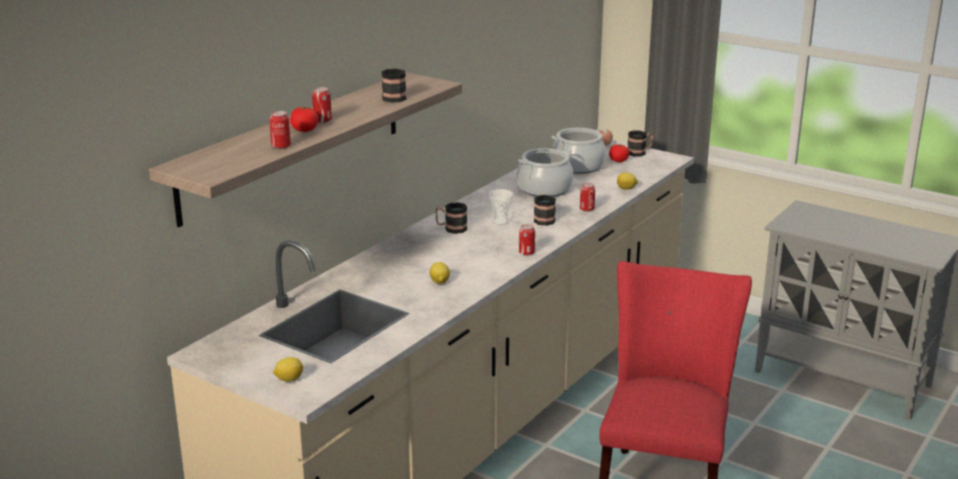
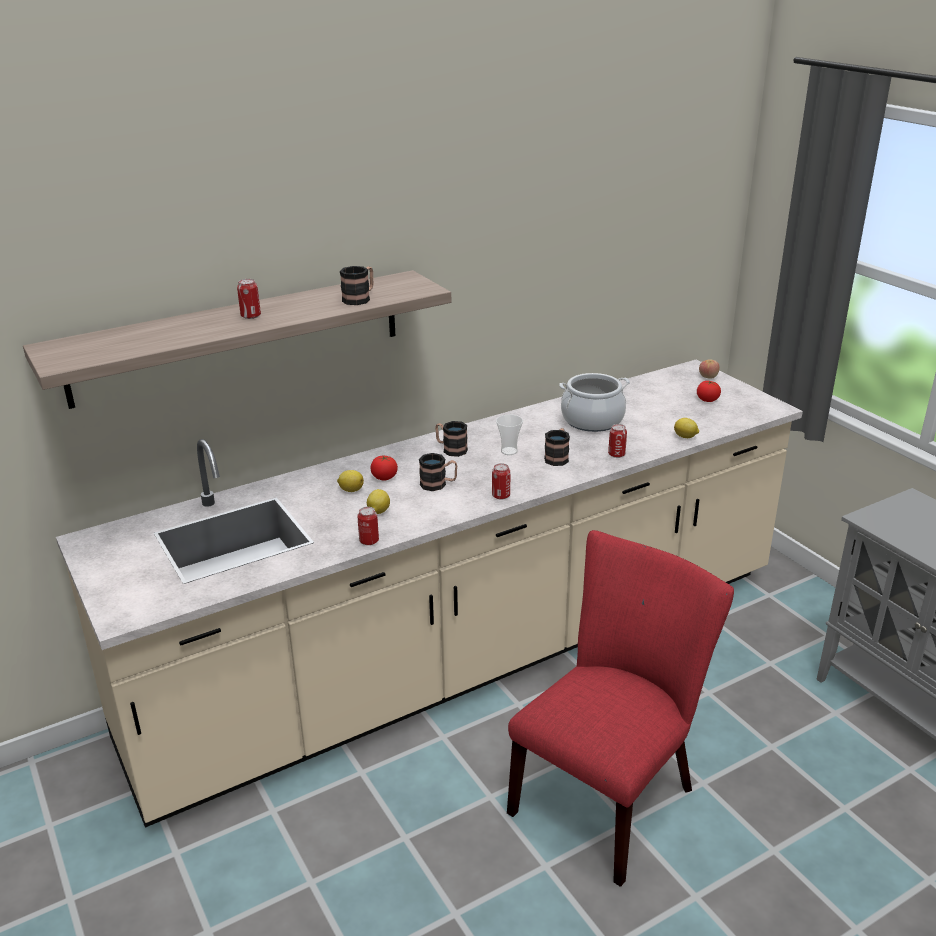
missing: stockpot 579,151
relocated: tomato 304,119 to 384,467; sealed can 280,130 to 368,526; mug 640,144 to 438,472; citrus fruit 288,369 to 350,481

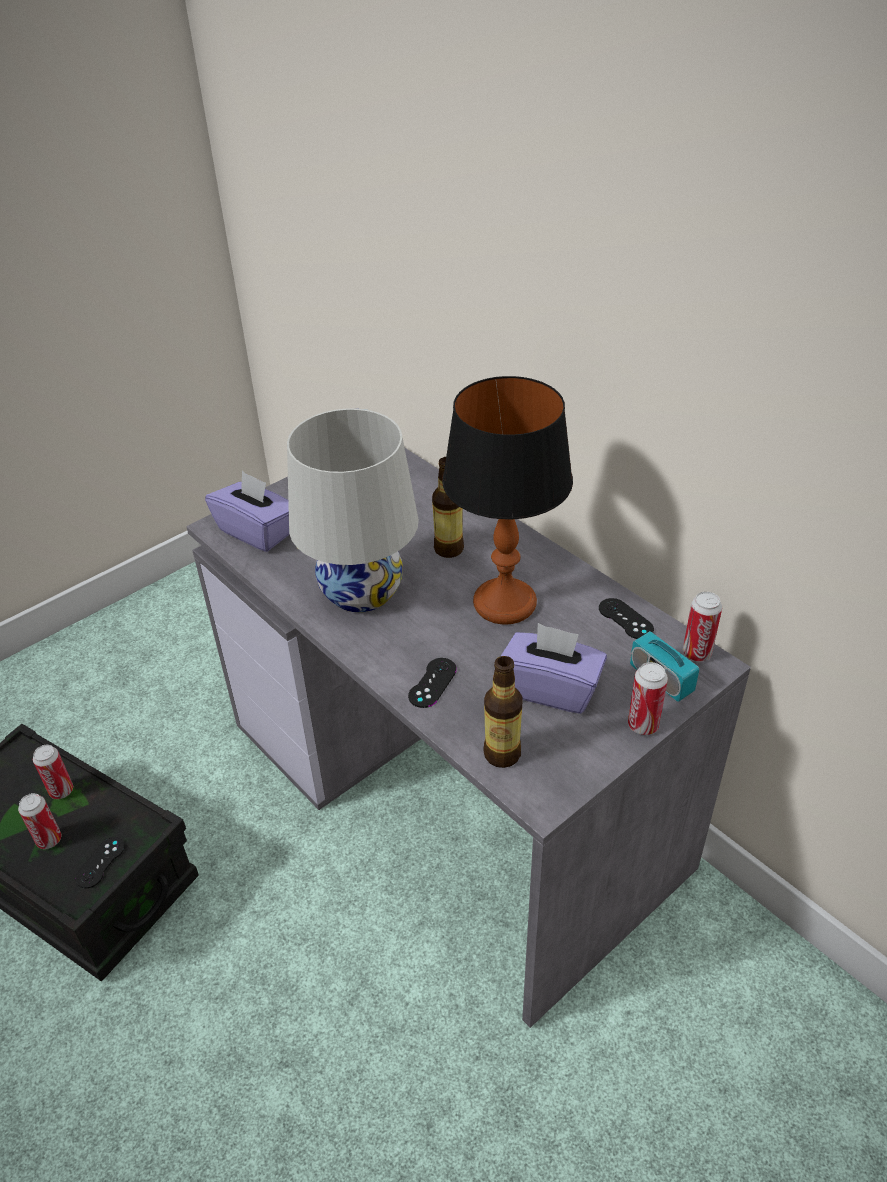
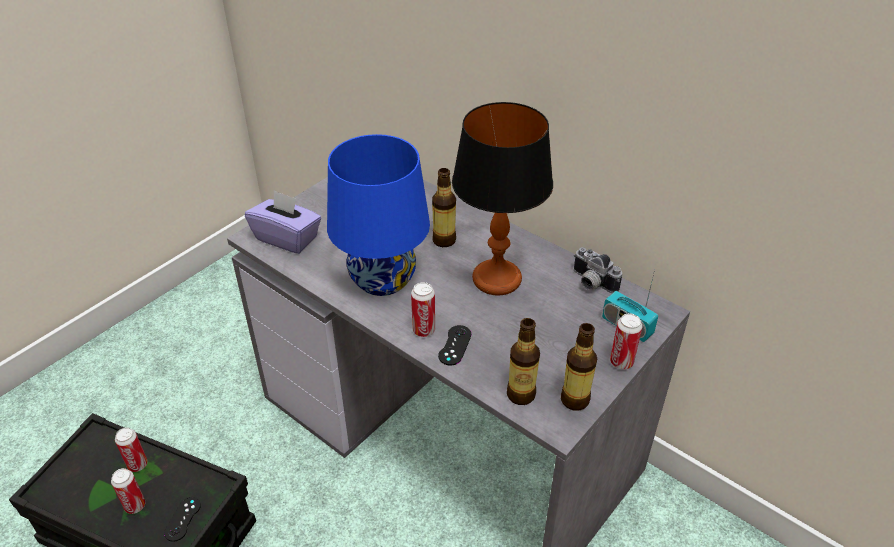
missing: purplish tissue holder 554,668
appeared: drink bottle 579,367
relocated: sealed can 702,626 to 423,309
exchanged: blackish gamepad 626,618 to photo camera 598,270
colour: white lamp for a table 353,510 to bluish lamp for a table 378,215

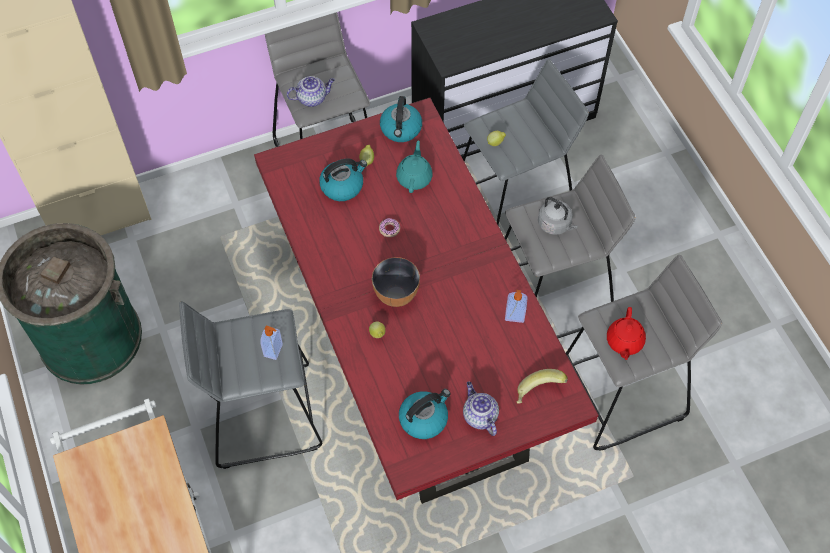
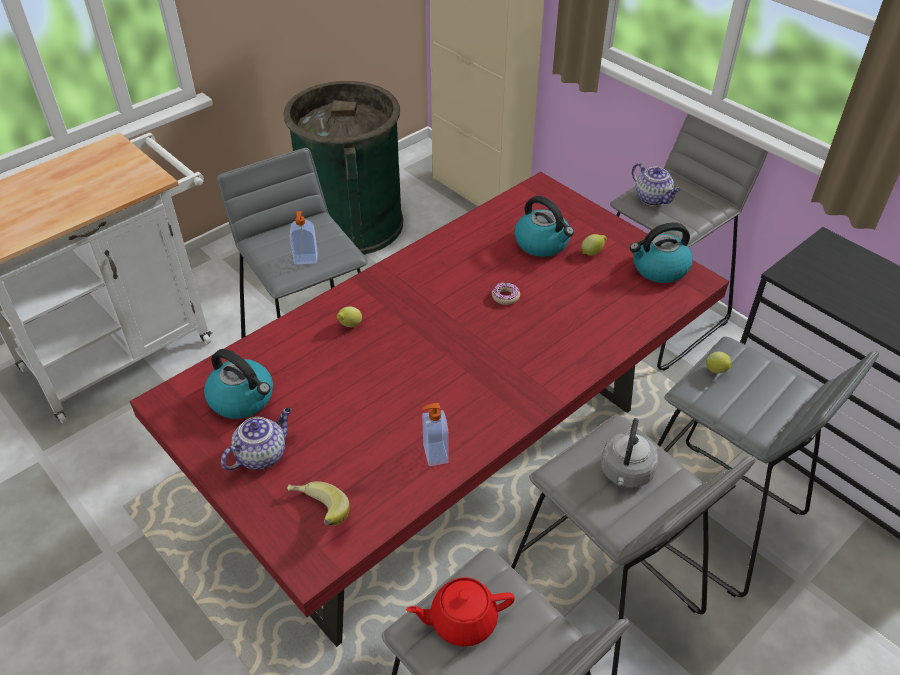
missing: turquoise-coloured tea pot 414,166; serving bowl 396,282

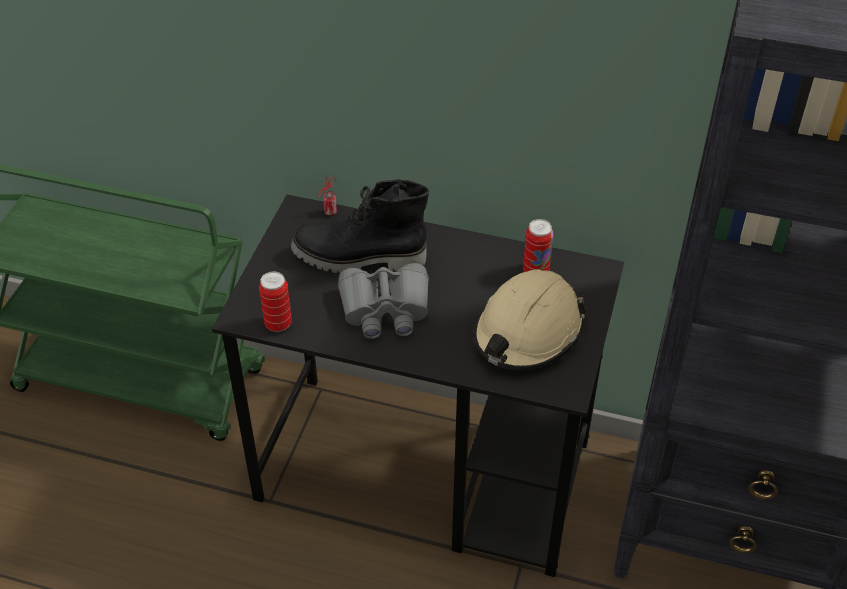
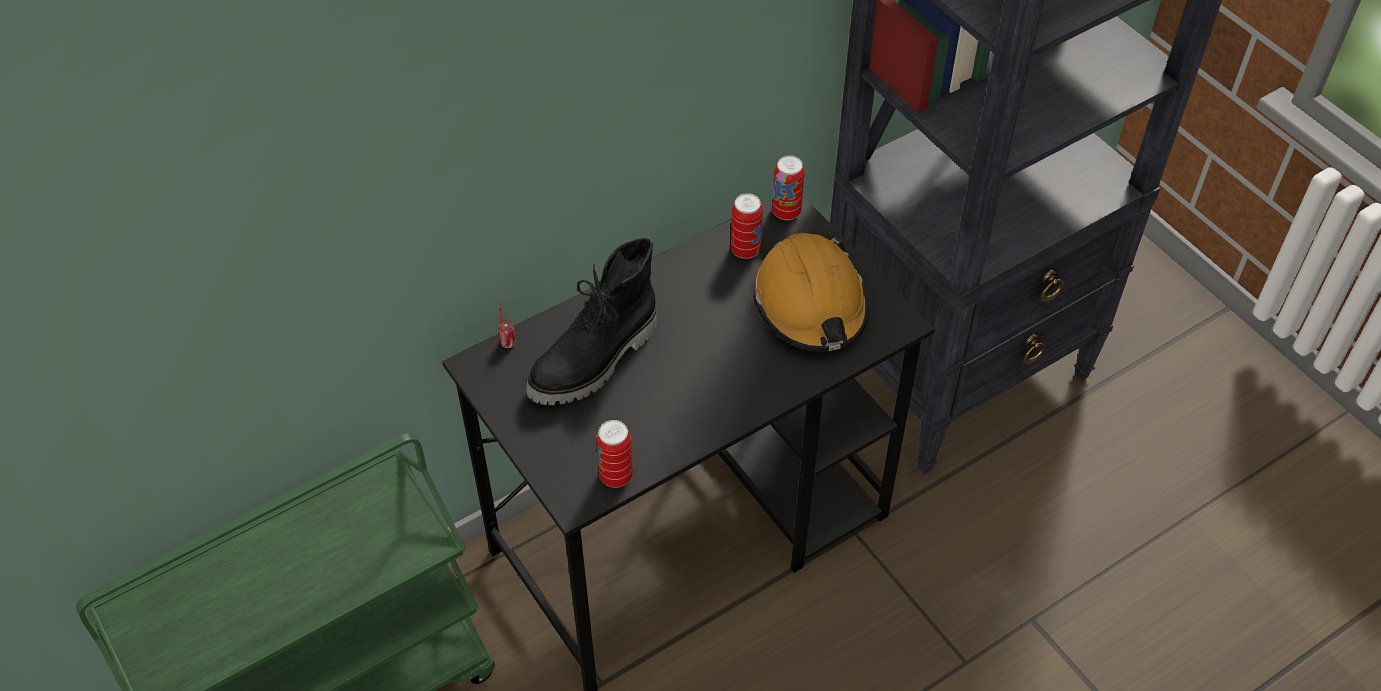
missing: greyish binoculars 383,301
appeared: sealed can 788,187
colour: beige-coloured hard hat 529,320 to orange hard hat 811,292

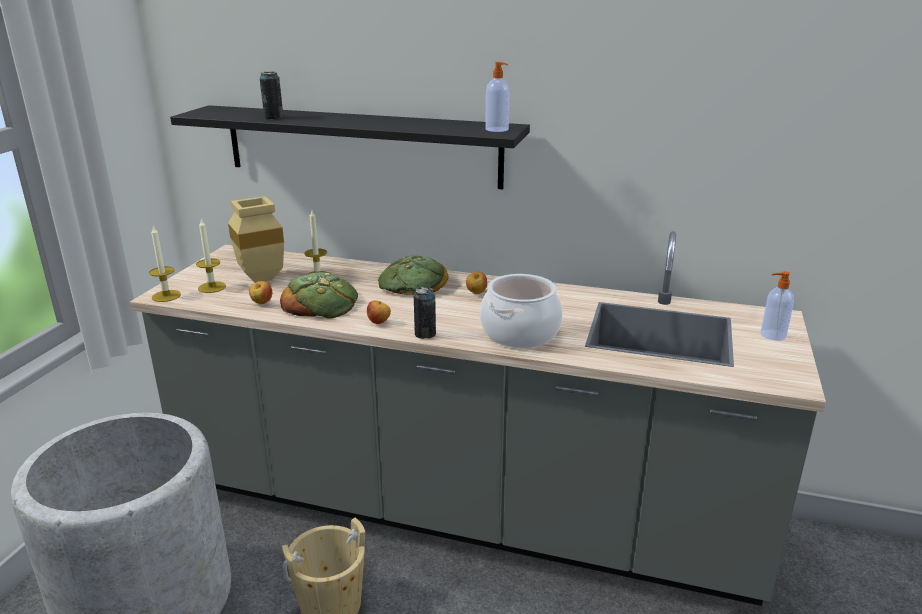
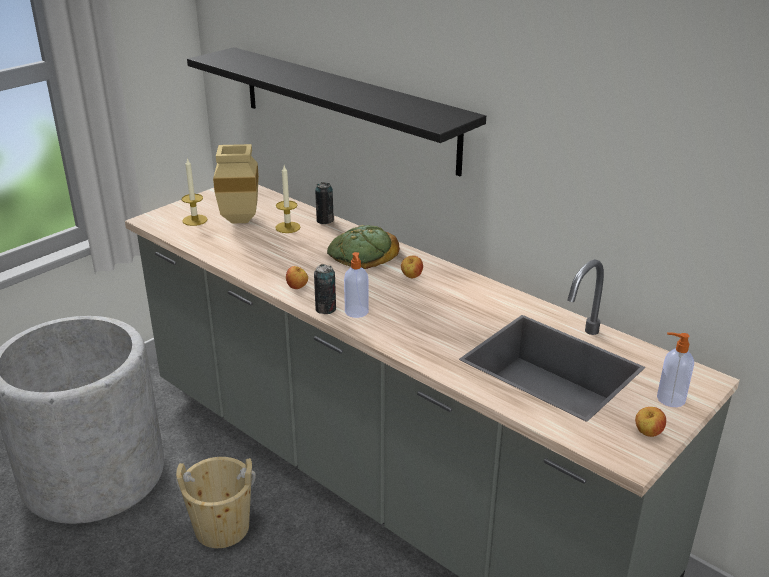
missing: candle 165,264; baked bread 319,295; stockpot 521,311
relocated: soap dispenser 497,97 to 356,285; sealed can 271,95 to 324,203; apple fruit 260,292 to 650,422

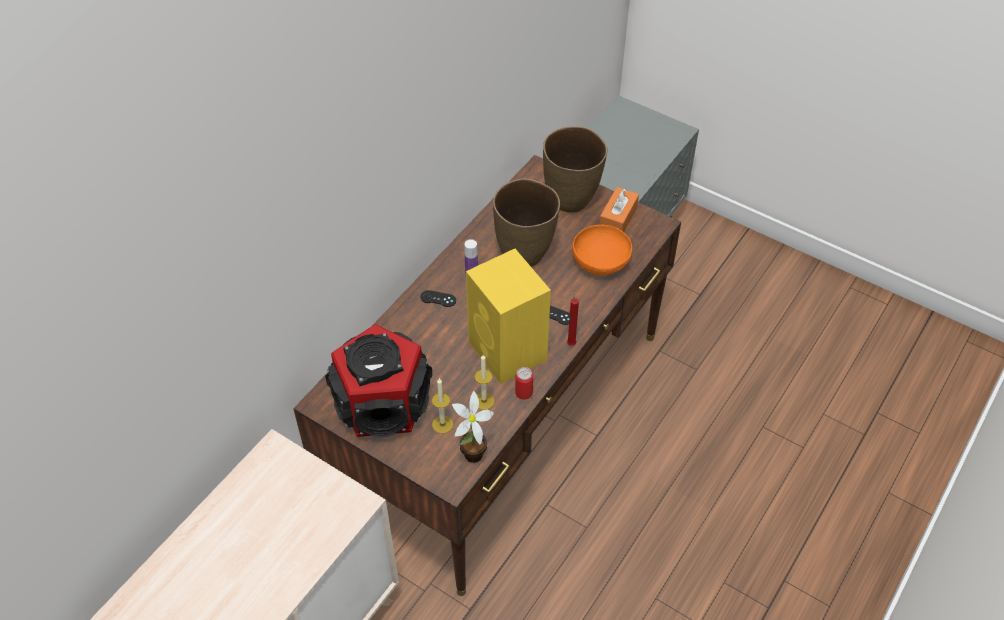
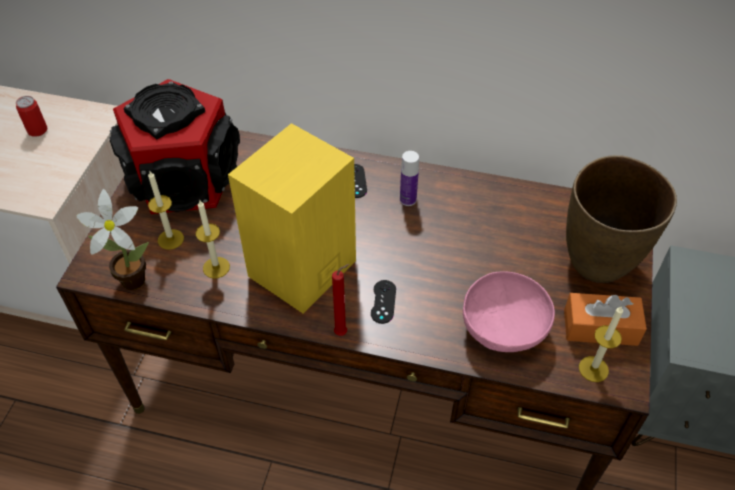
missing: brown flower vase 526,223
appeared: candle 601,344
relocated: sealed can 524,383 to 32,116
colour: orange serving bowl 602,250 to pink-coloured serving bowl 509,311

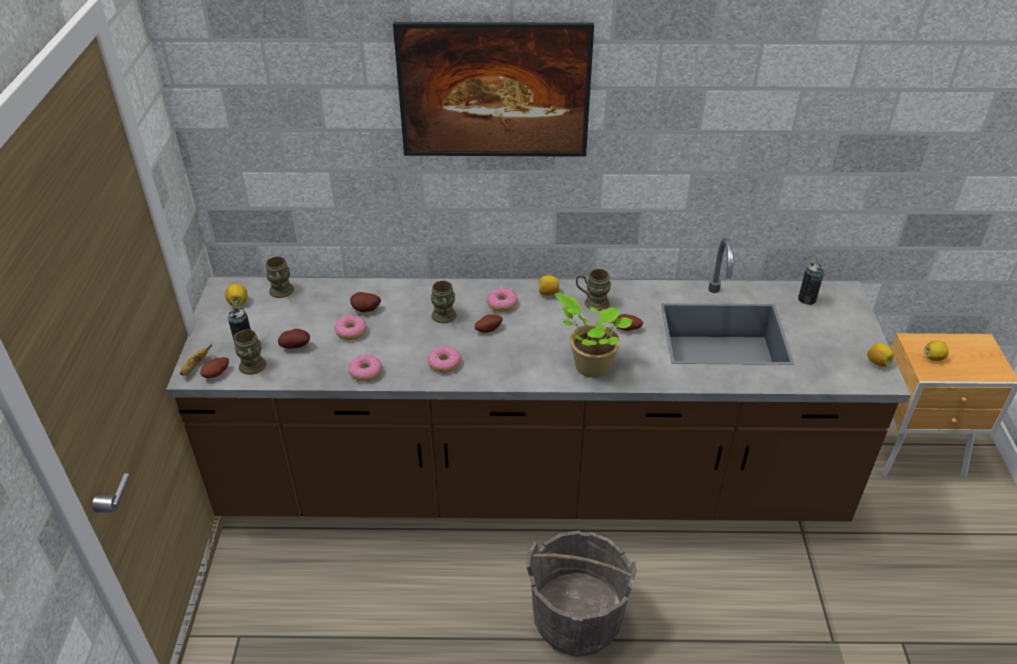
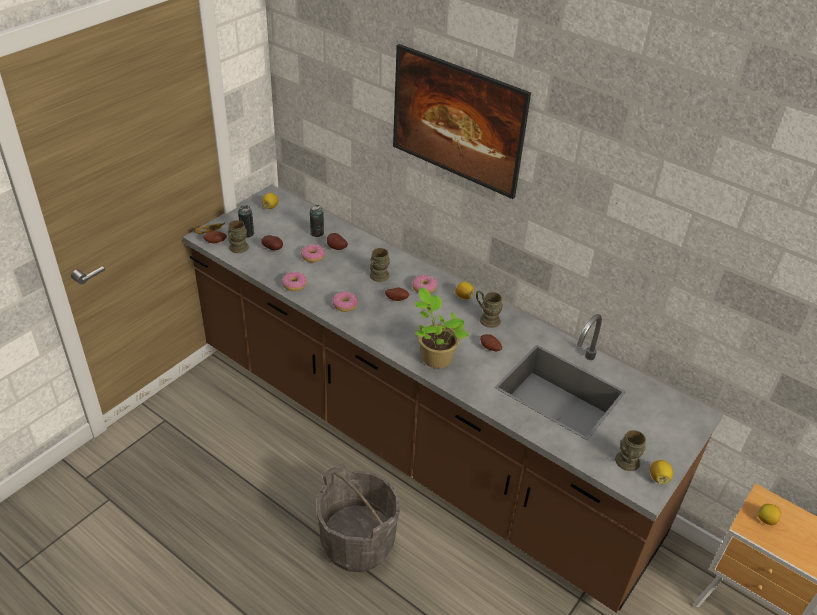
relocated: brown mug 279,277 to 630,450; sealed can 811,284 to 317,221

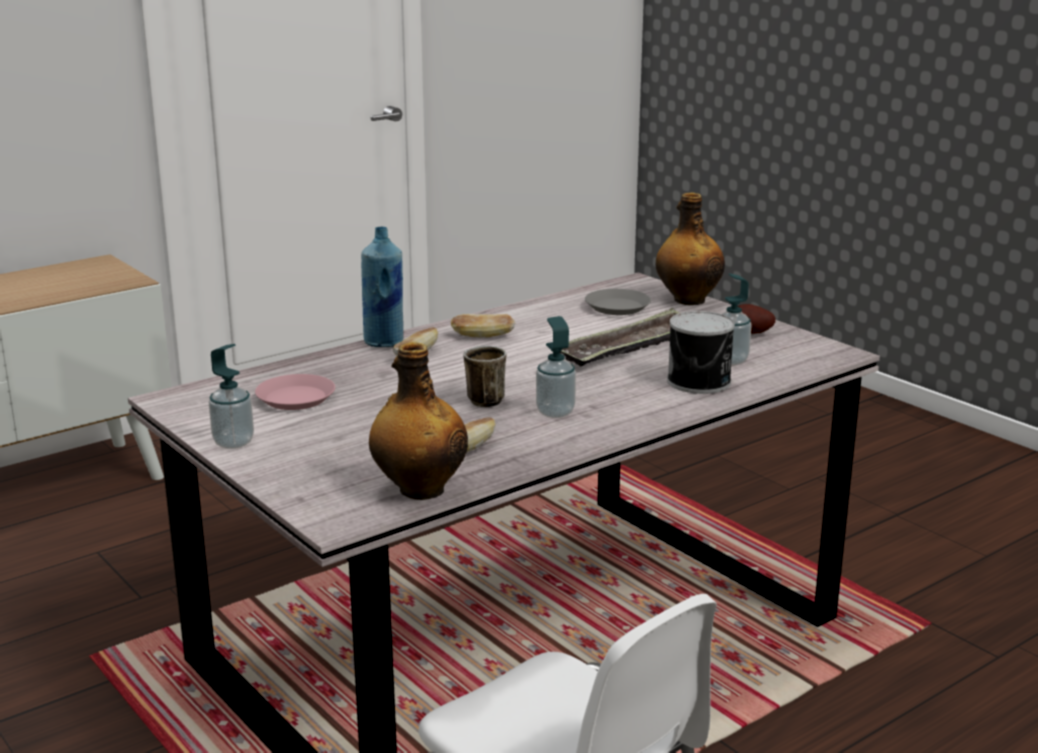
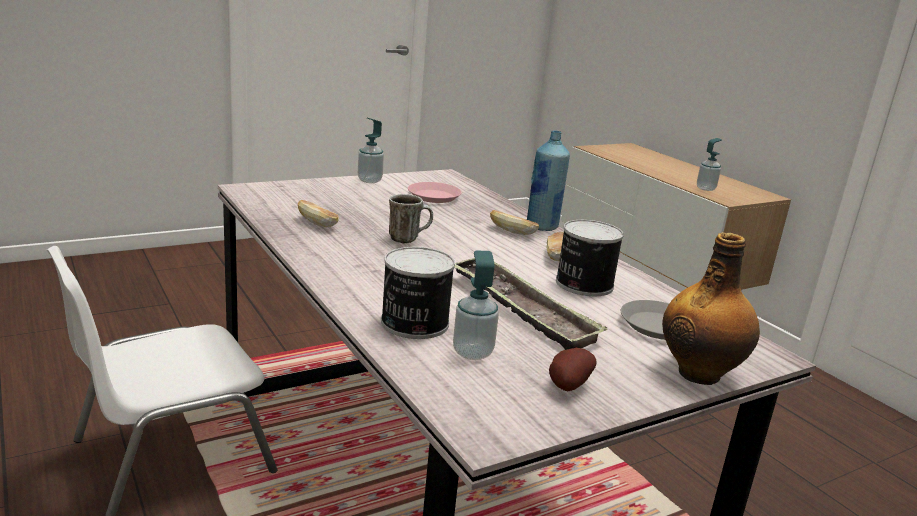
missing: drink bottle 418,421
appeared: sealed can 590,258
relocated: soap dispenser 556,367 to 709,164

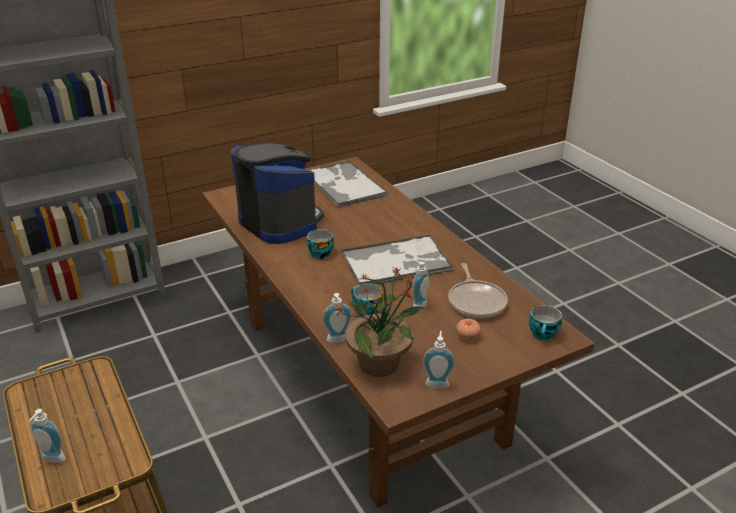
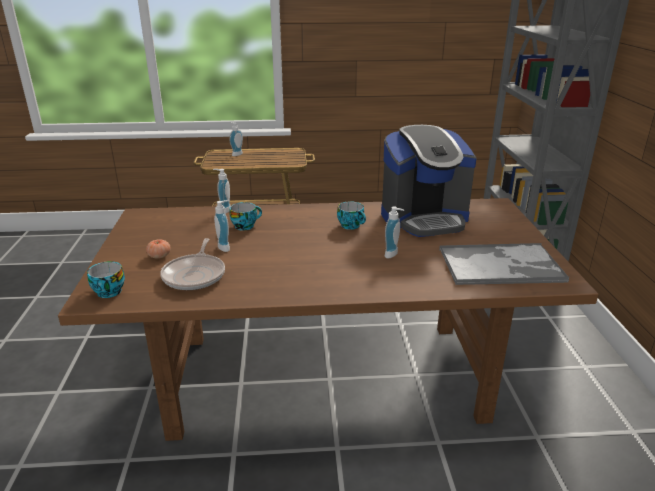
missing: carrying tray 397,260; potted plant 379,322
relocated: soap dispenser 439,360 to 394,232
spun: pan 478,290 = 192,264 105 degrees counterclockwise

